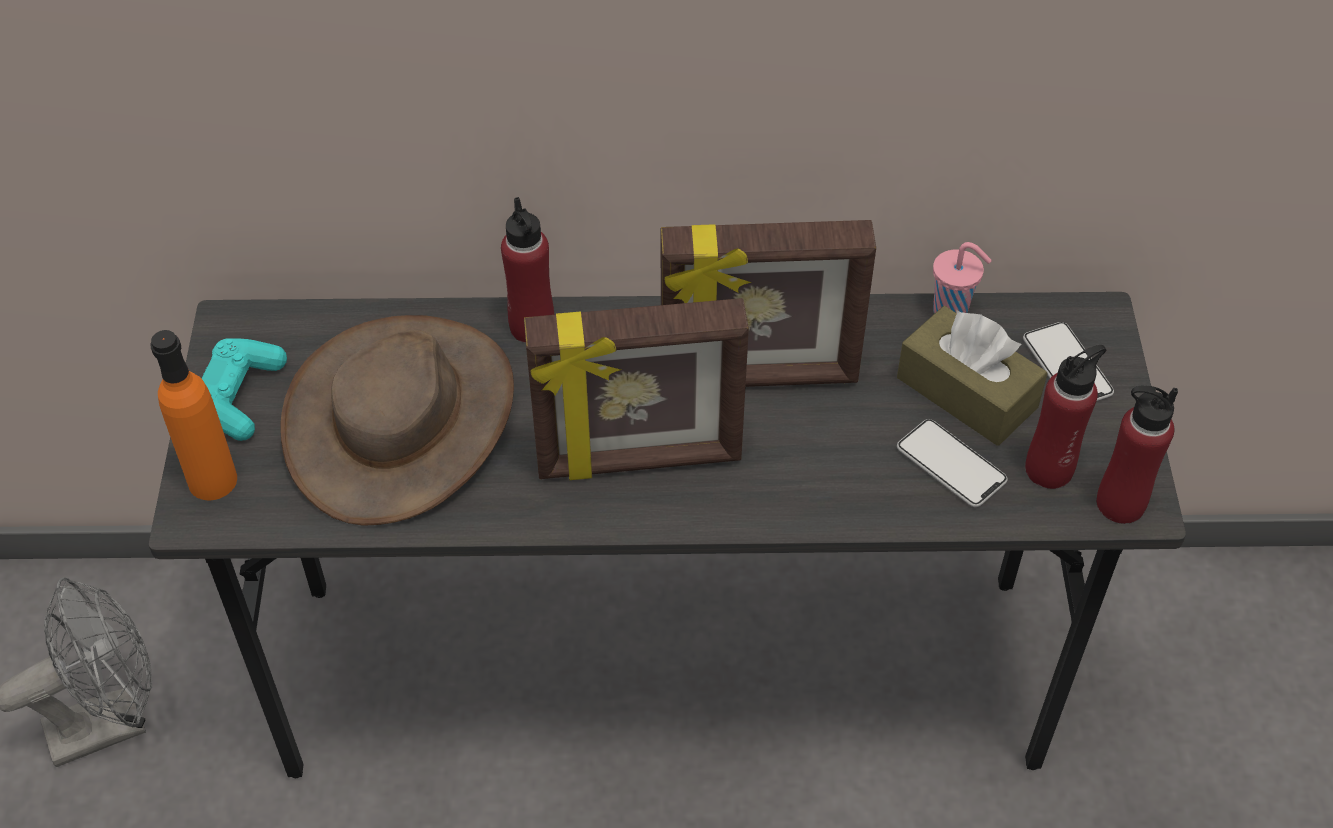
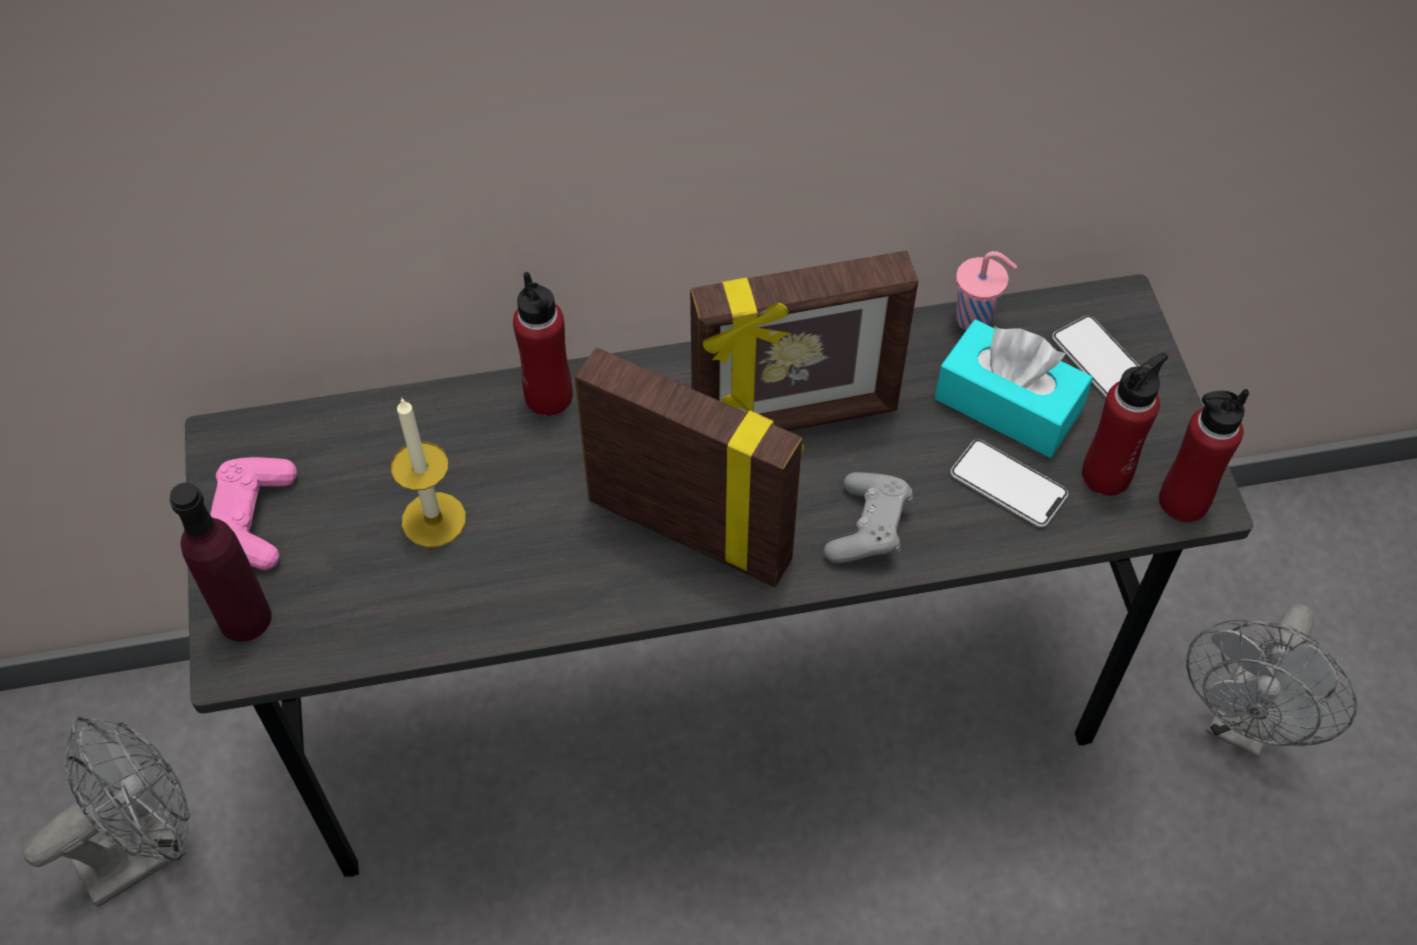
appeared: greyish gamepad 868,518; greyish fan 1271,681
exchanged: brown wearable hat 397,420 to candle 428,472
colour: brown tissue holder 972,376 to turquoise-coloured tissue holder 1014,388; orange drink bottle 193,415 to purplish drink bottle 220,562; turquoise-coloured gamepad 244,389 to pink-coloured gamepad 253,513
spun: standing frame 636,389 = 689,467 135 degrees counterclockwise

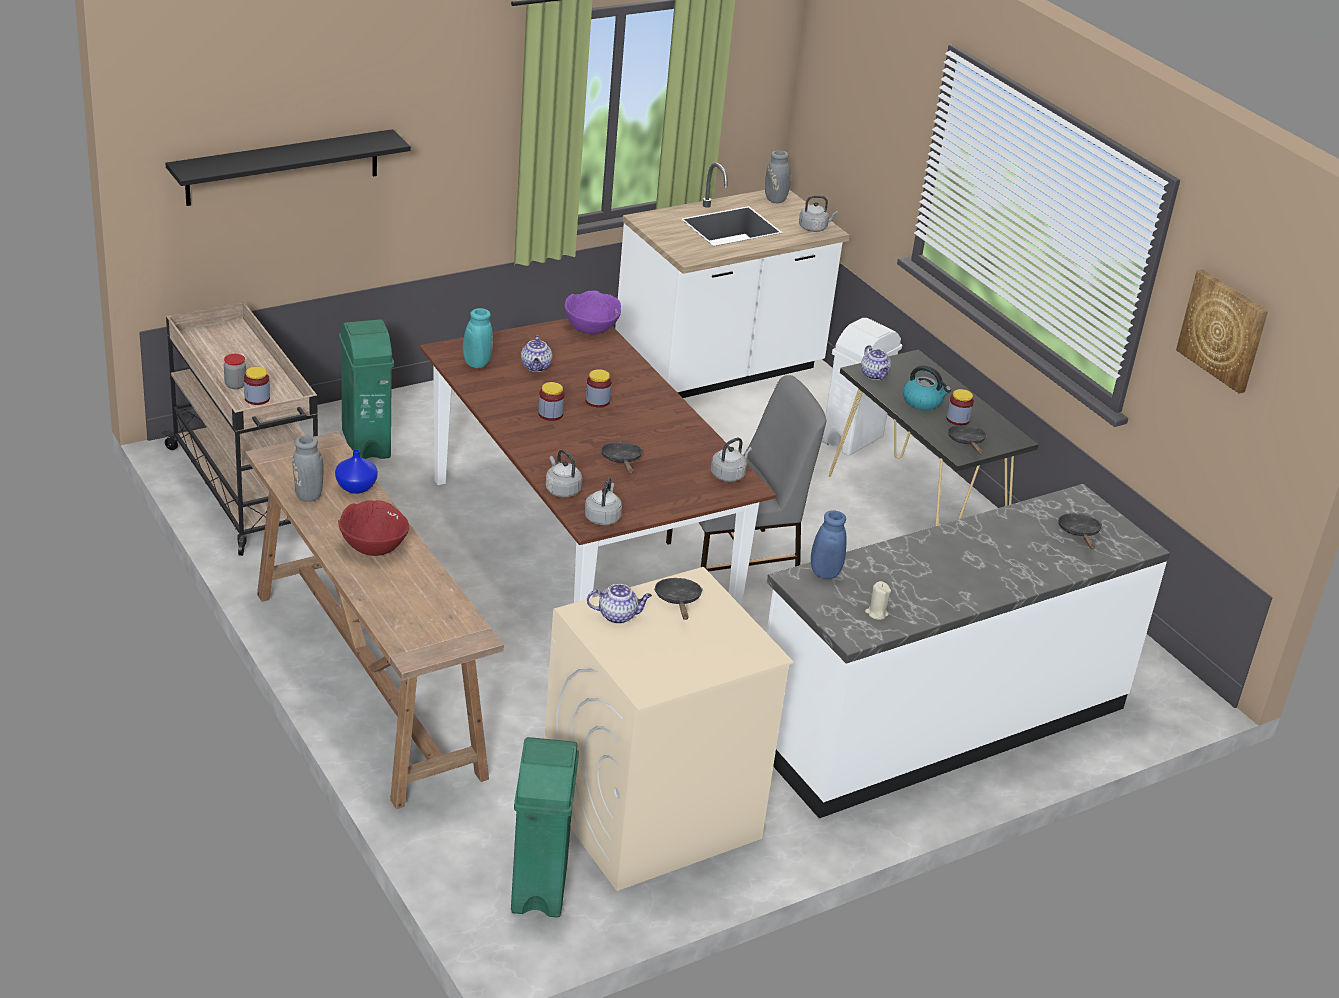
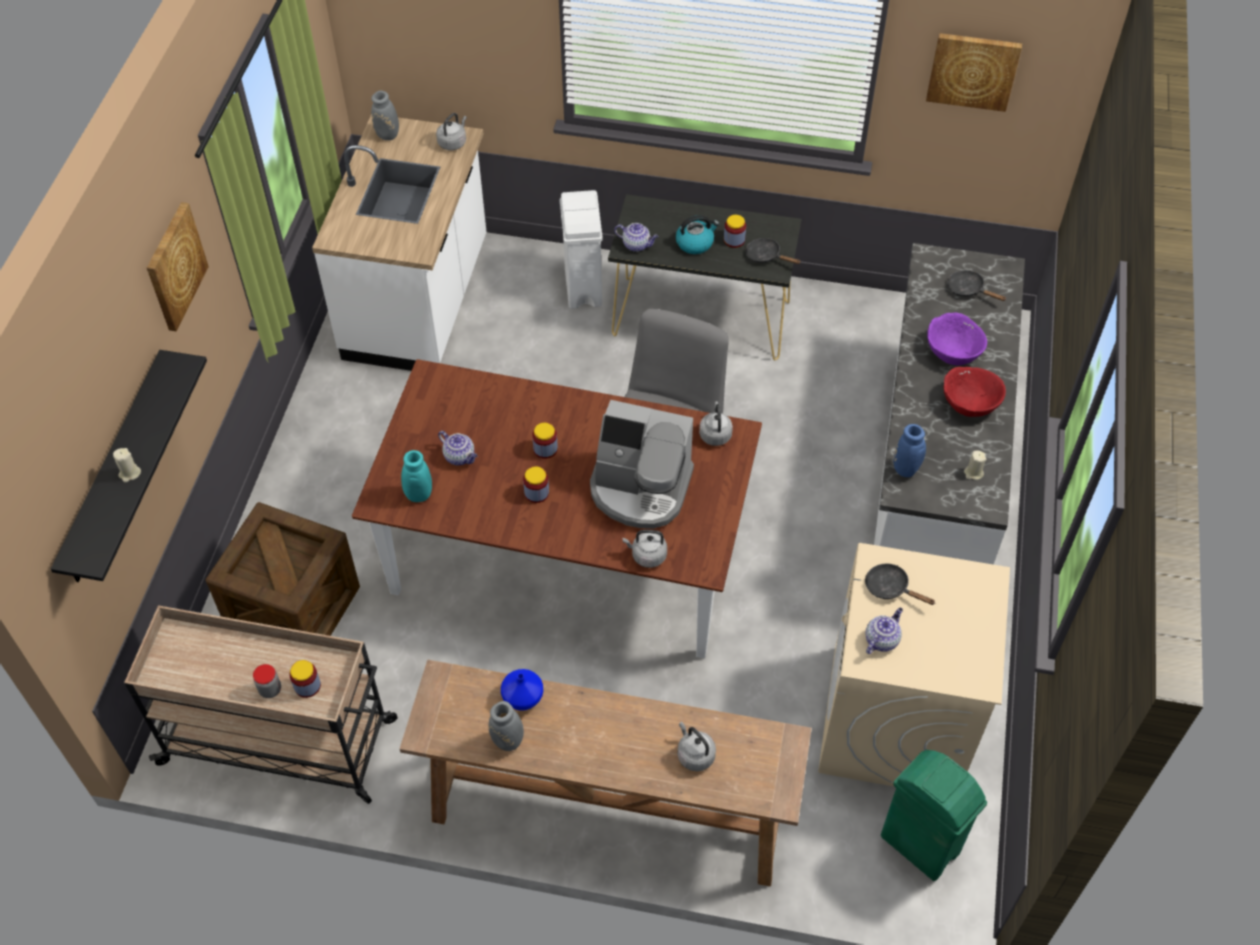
appeared: picture 178,266; beige-coloured candle 127,465
relocated: purplish serving bowl 592,312 to 957,339; greyish kettle 603,501 to 696,746; reddish serving bowl 373,528 to 974,392
exchanged: green-coloured waste bin 366,389 to packing crate 283,569; blackish pan 622,458 to coffee machine 642,464

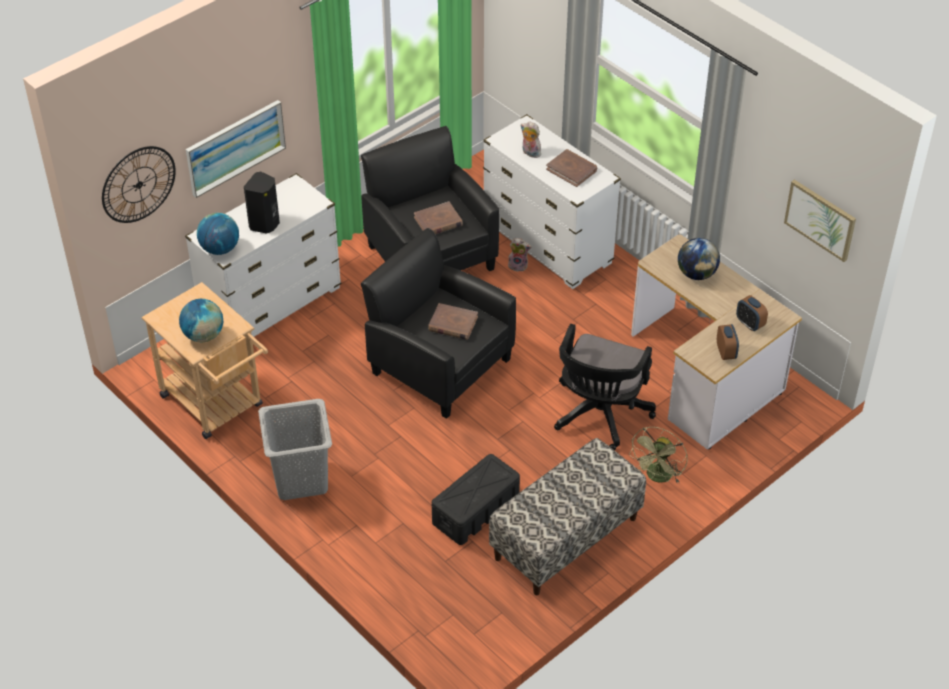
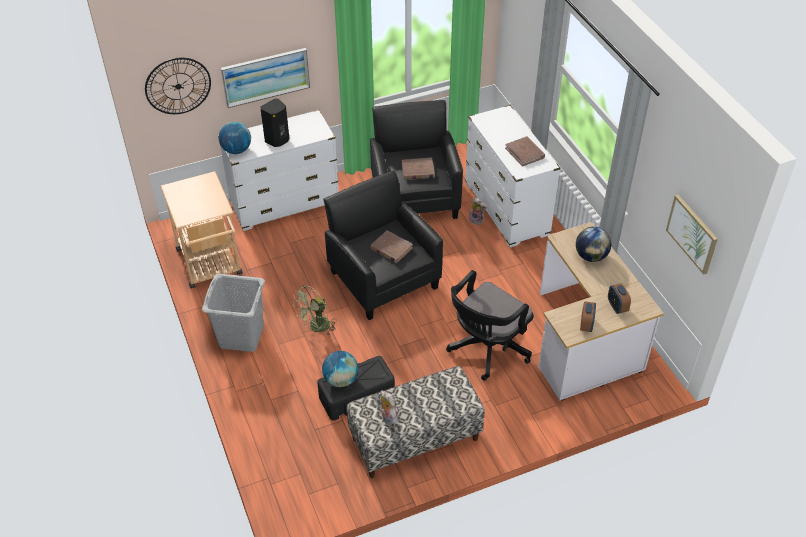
relocated: cuddly toy 530,140 to 389,407; world globe 201,320 to 340,369; green-coloured fan 658,455 to 314,310

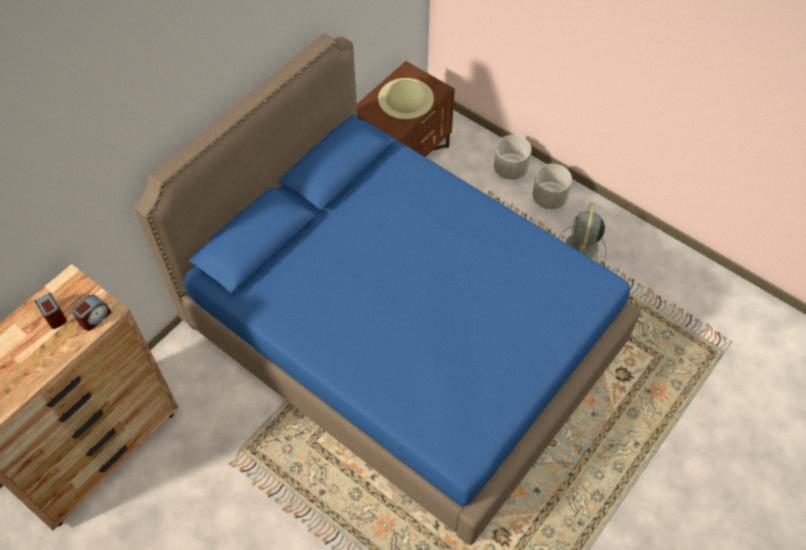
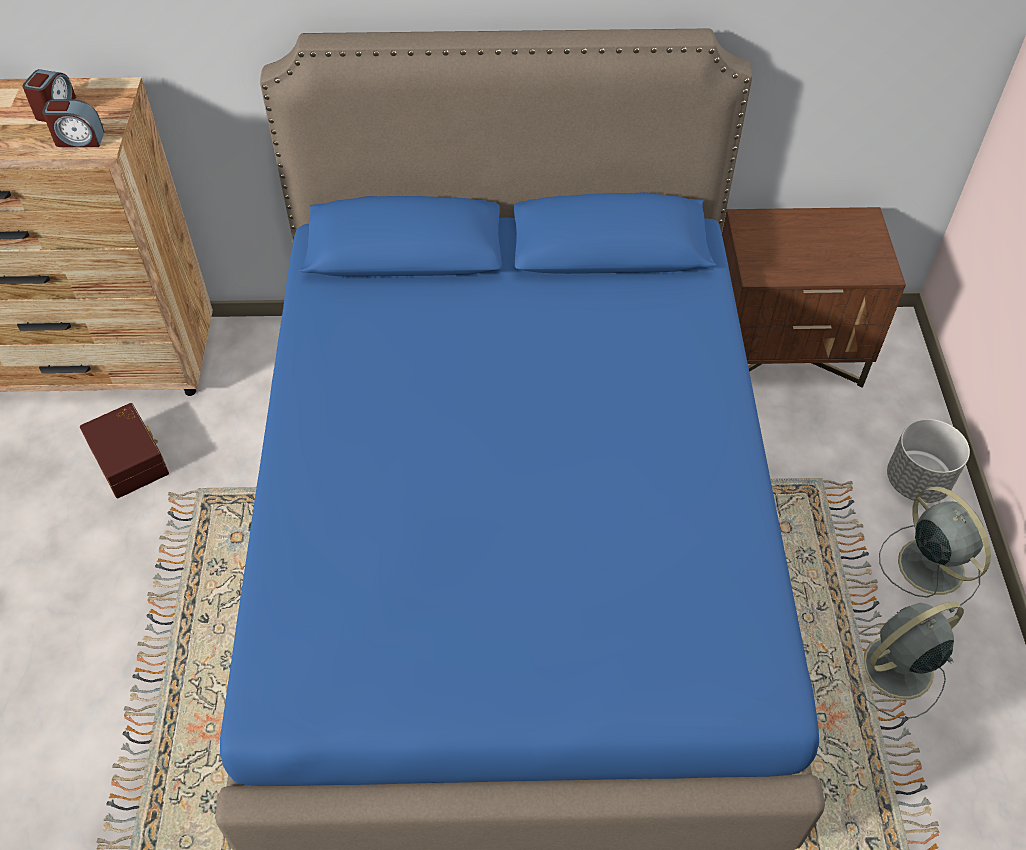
missing: beige-coloured wearable hat 406,98
appeared: brown storage box 124,450
exchanged: greyish flower pot 552,186 to greyish fan 935,549

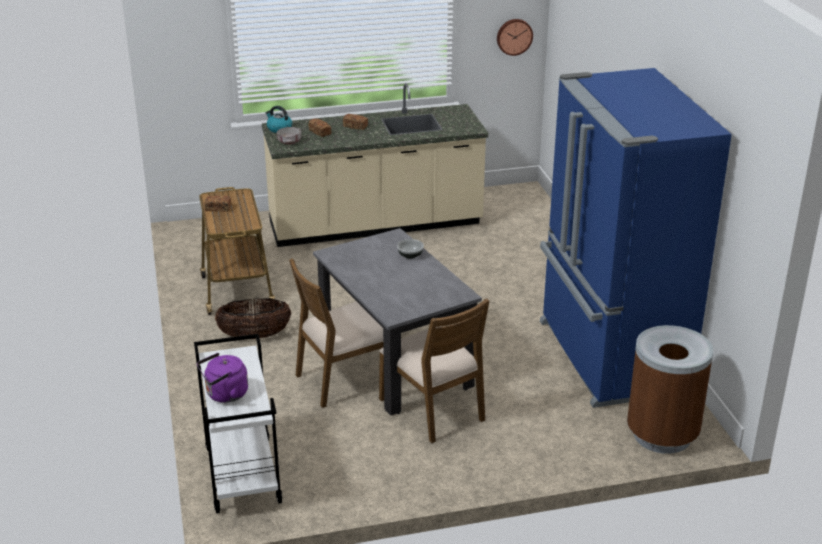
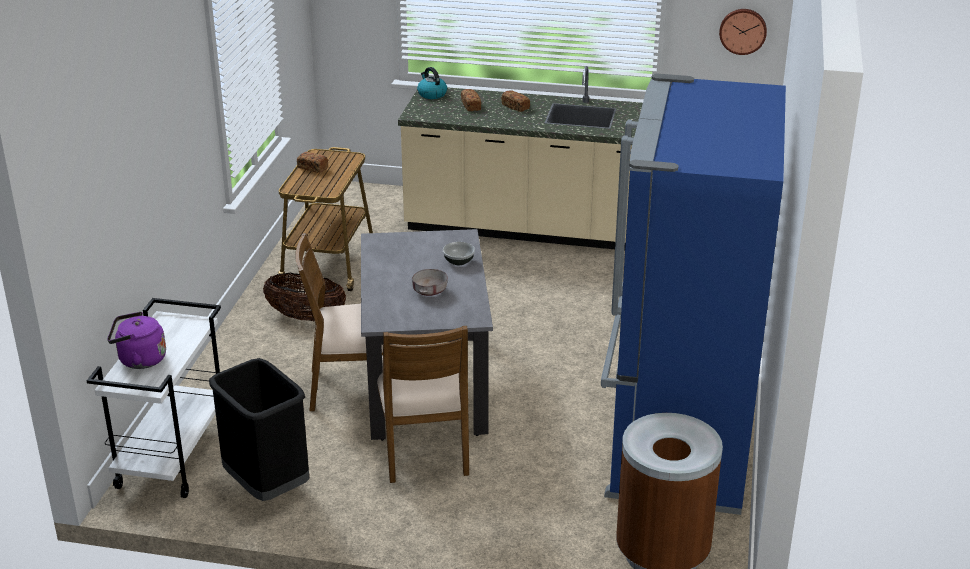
appeared: blackish waste bin 259,429
relocated: greyish serving bowl 289,135 to 430,282

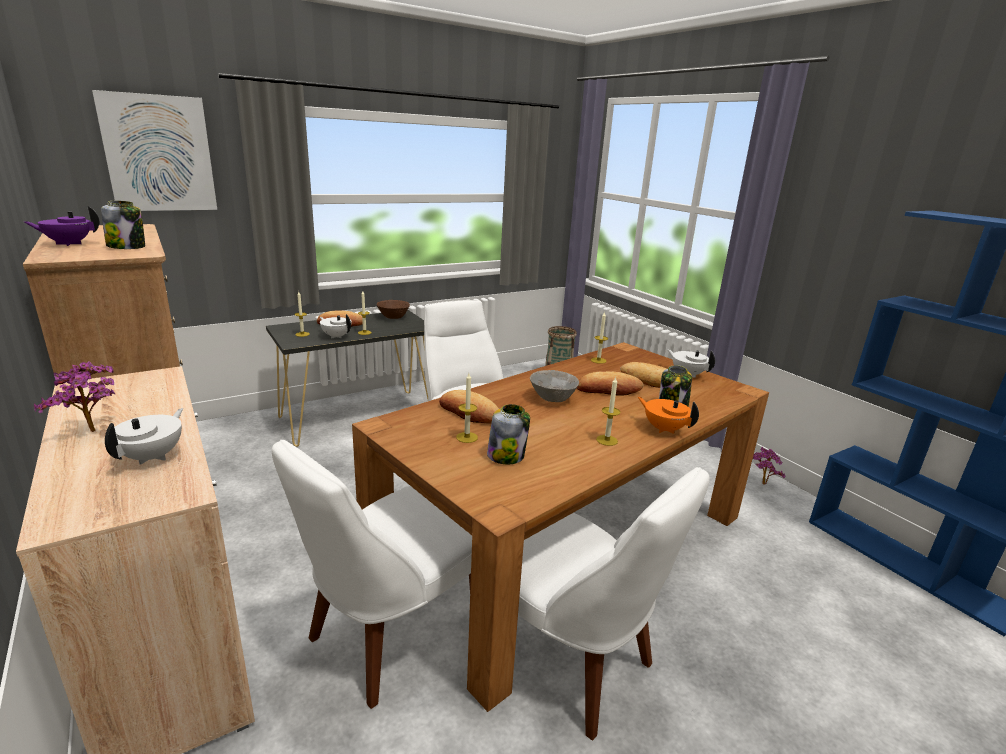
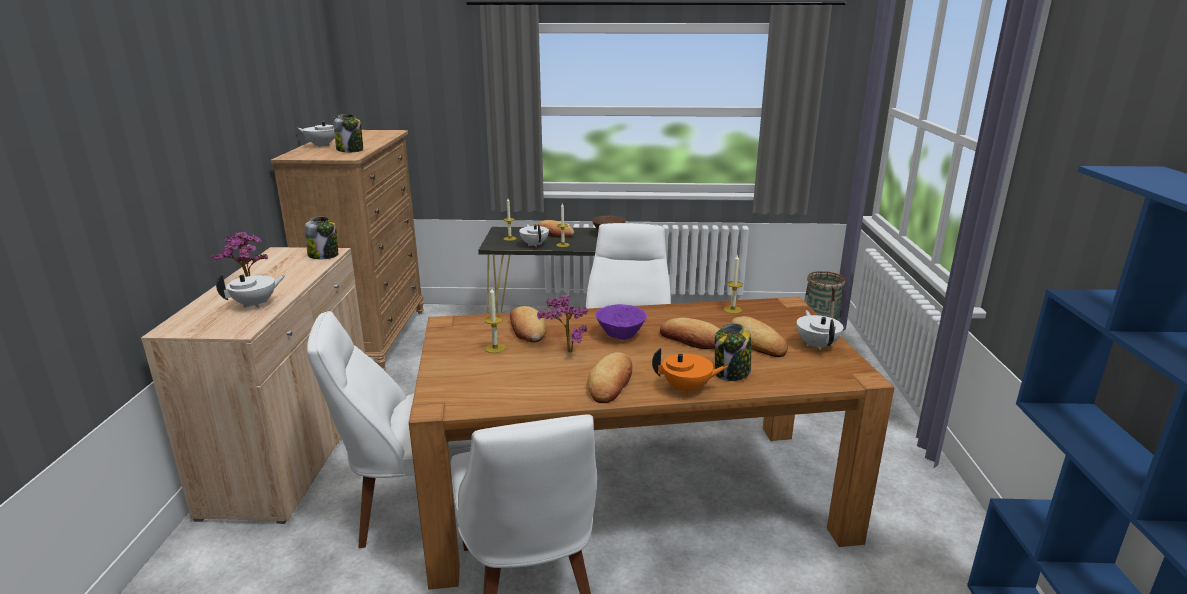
missing: picture 154,150
relocated: jar 508,434 to 321,238; potted plant 769,466 to 562,323
exchanged: candle 608,411 to baked bread 609,377
colour: purplish tea pot 61,226 to white tea pot 317,132; greyish serving bowl 554,386 to purplish serving bowl 621,322
spun: orange tea pot 668,415 = 690,371 105 degrees clockwise

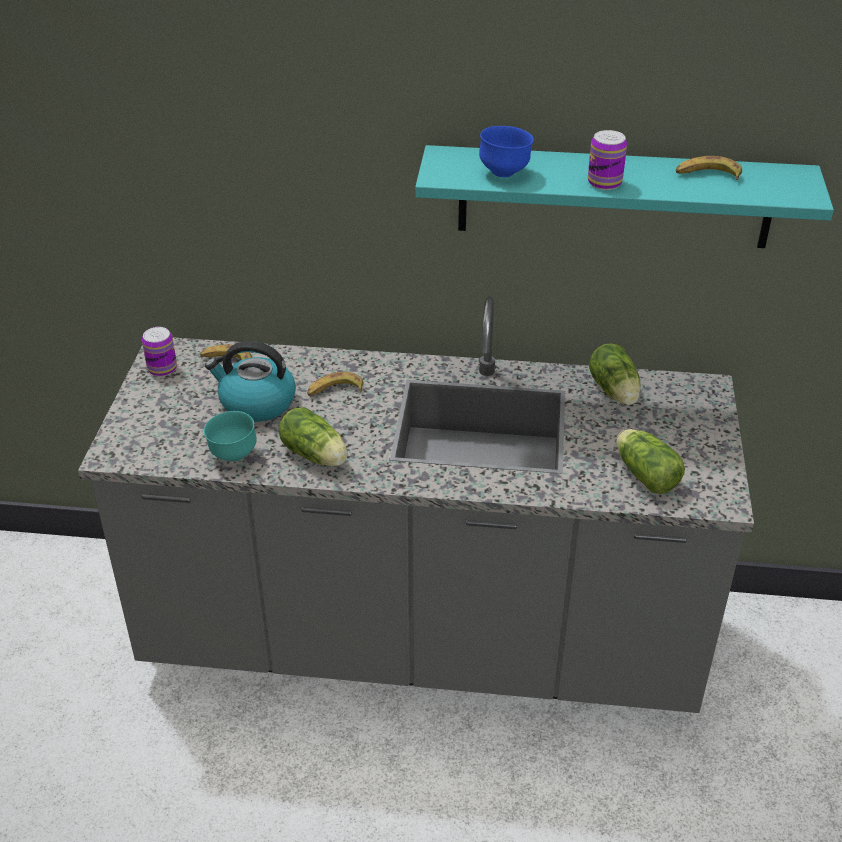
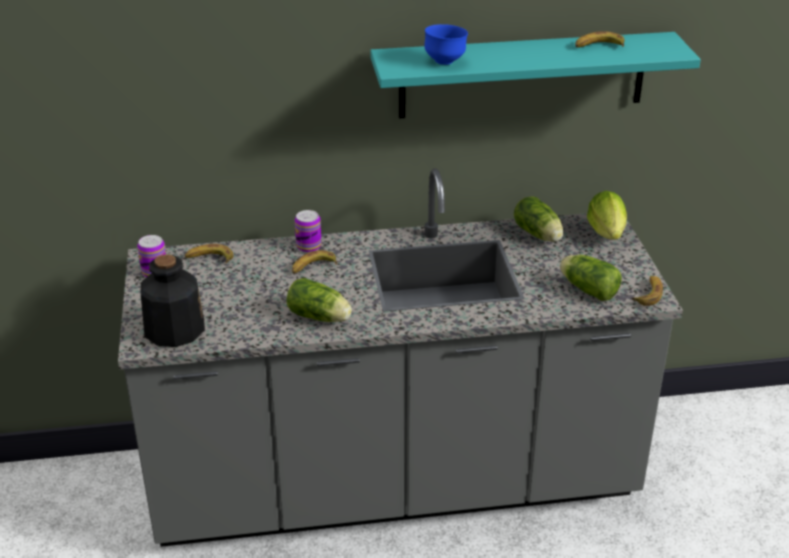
missing: kettle 250,381; turquoise-coloured serving bowl 230,436
appeared: lettuce 607,215; drink bottle 173,300; banana 647,291
relocated: sealed can 607,160 to 308,231

